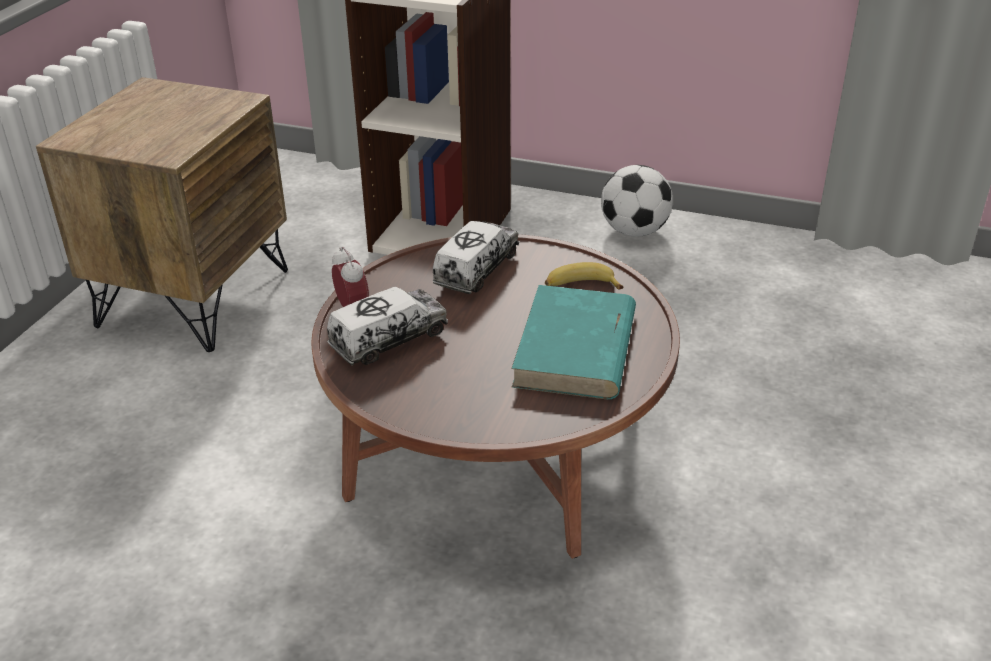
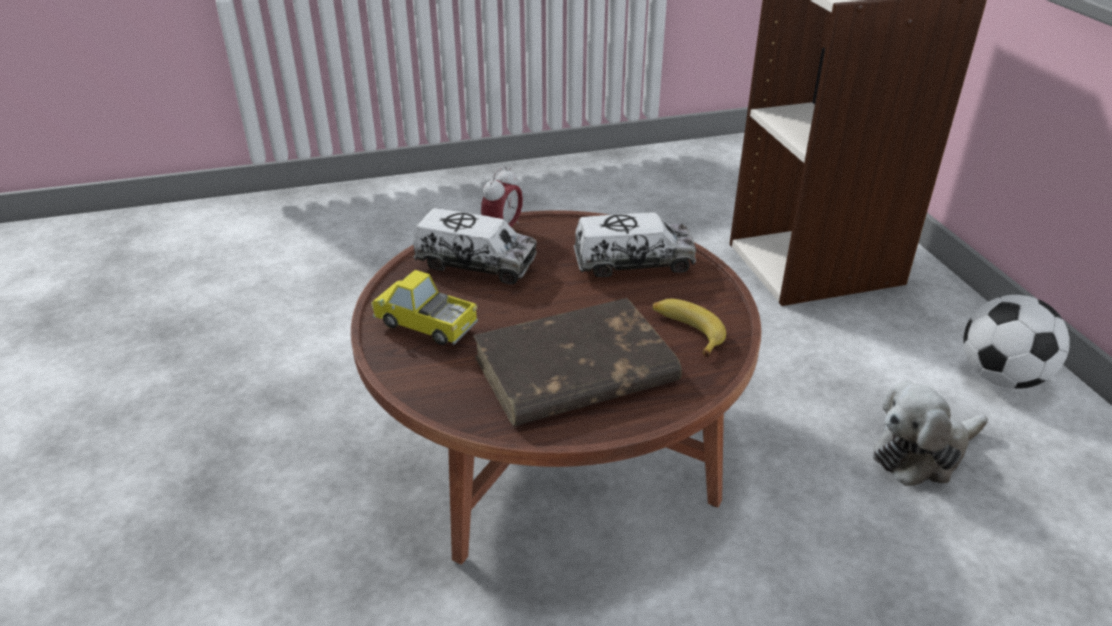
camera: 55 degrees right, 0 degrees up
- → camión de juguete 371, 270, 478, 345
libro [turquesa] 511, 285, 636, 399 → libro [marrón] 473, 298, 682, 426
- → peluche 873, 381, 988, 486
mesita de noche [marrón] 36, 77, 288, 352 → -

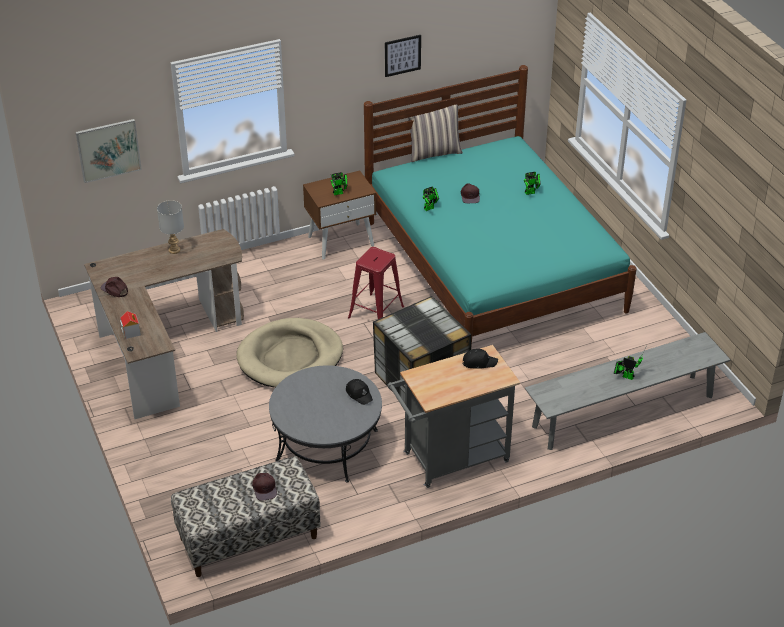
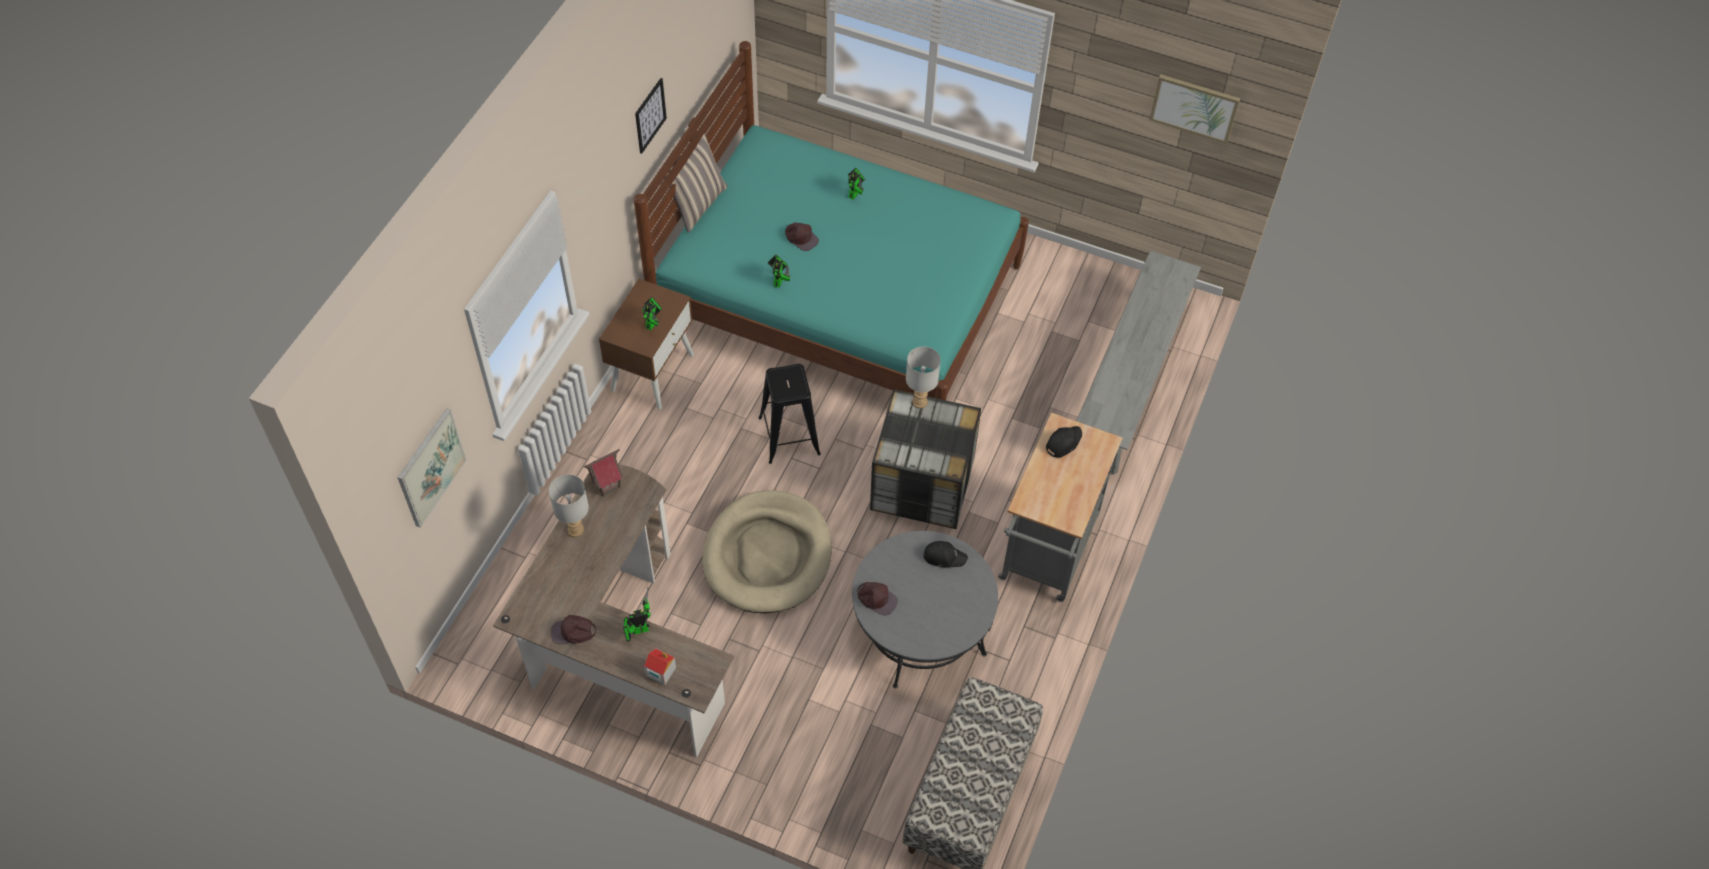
camera: 45 degrees left, 15 degrees up
- → casita 584, 449, 623, 496
robot de juguete 614, 346, 647, 380 → robot de juguete 623, 587, 651, 642, moved
taburete [rojo] 348, 247, 404, 319 → taburete [negro] 758, 364, 821, 464
gorra [marrón] 252, 473, 277, 501 → gorra [marrón] 857, 582, 898, 616, moved
- → lámpara de mesa [gris] 906, 346, 941, 409
- → cuadro 1149, 75, 1240, 144

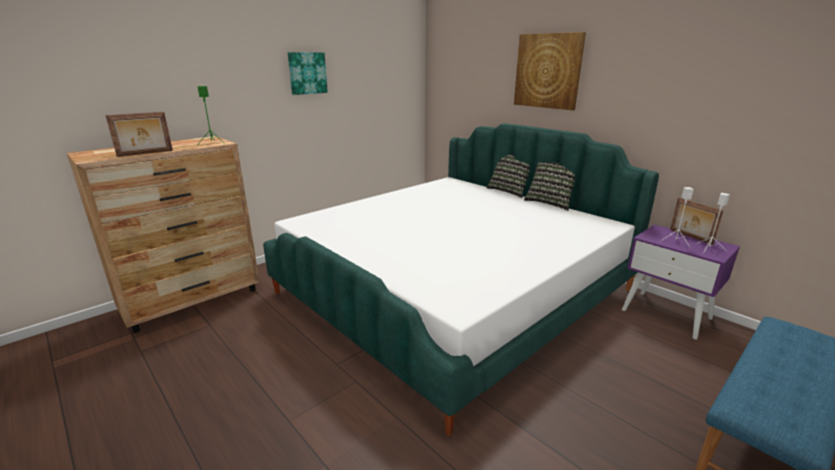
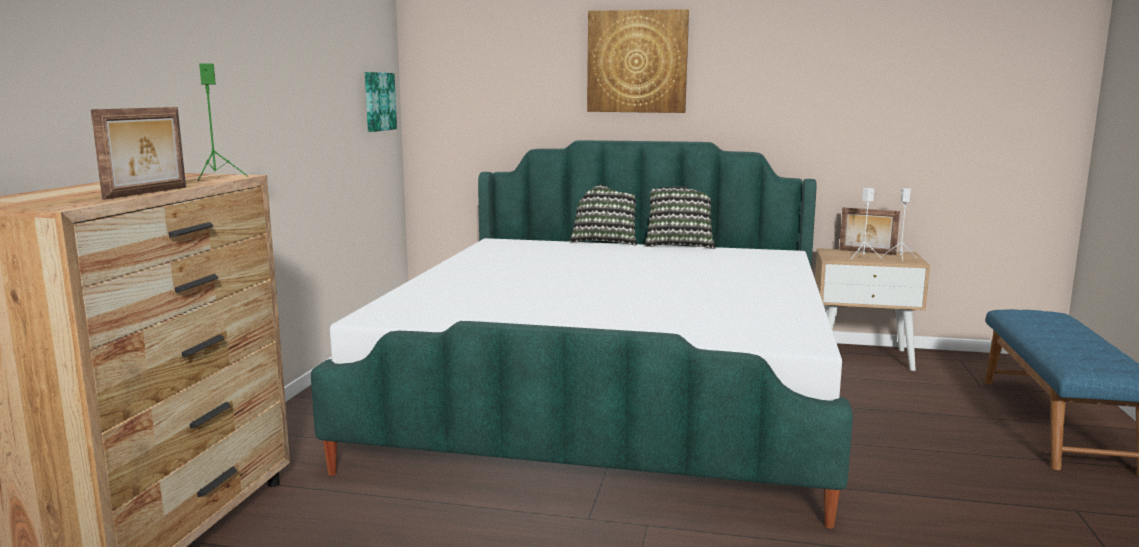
camera: 35 degrees left, 10 degrees down
cuadro 288, 52, 328, 95 → cuadro 365, 72, 397, 132, moved
mesita de noche [morado] 622, 225, 740, 340 → mesita de noche [beis] 815, 248, 930, 371

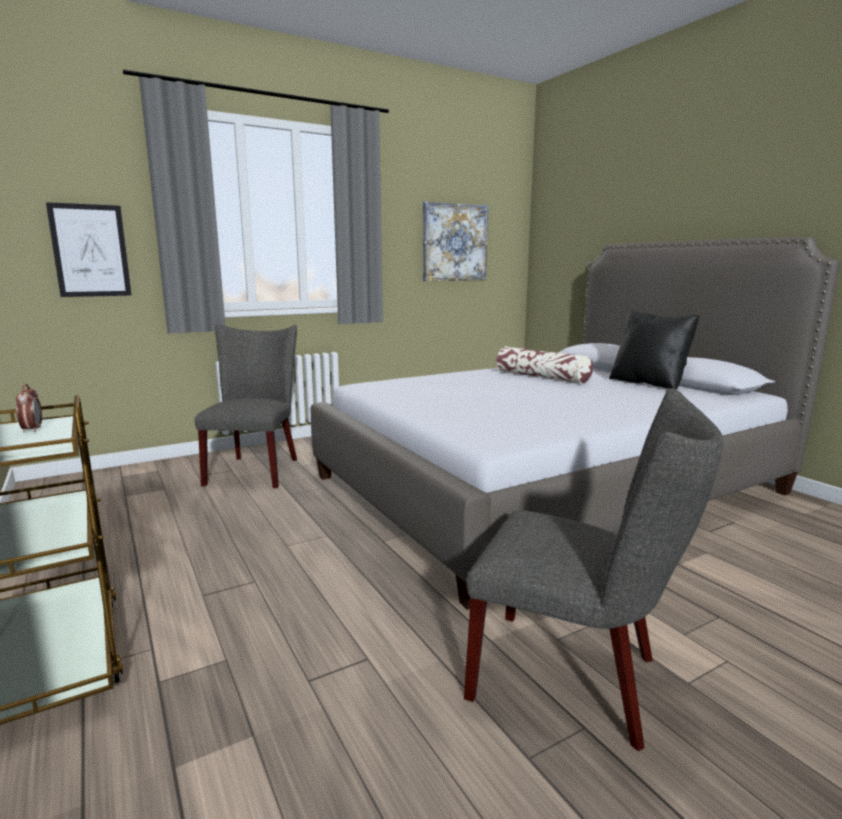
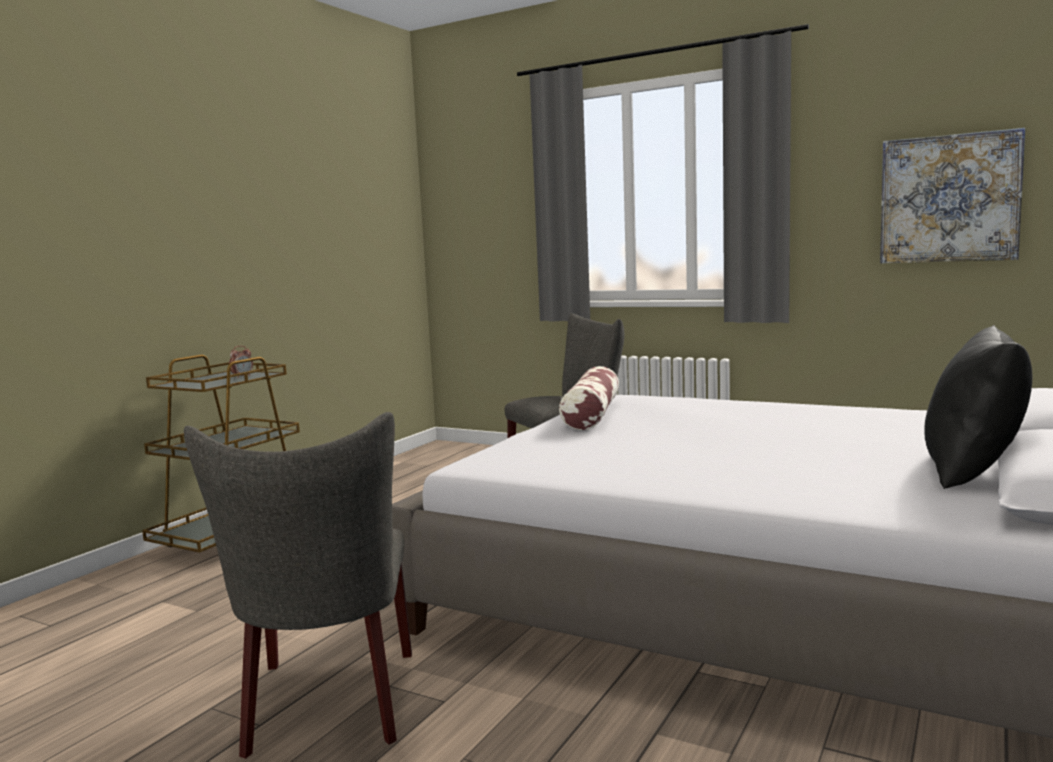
camera: 60 degrees right, 5 degrees down
cojín 496, 346, 593, 384 → cojín 559, 366, 619, 430, moved
cuadro 46, 202, 131, 297 → -

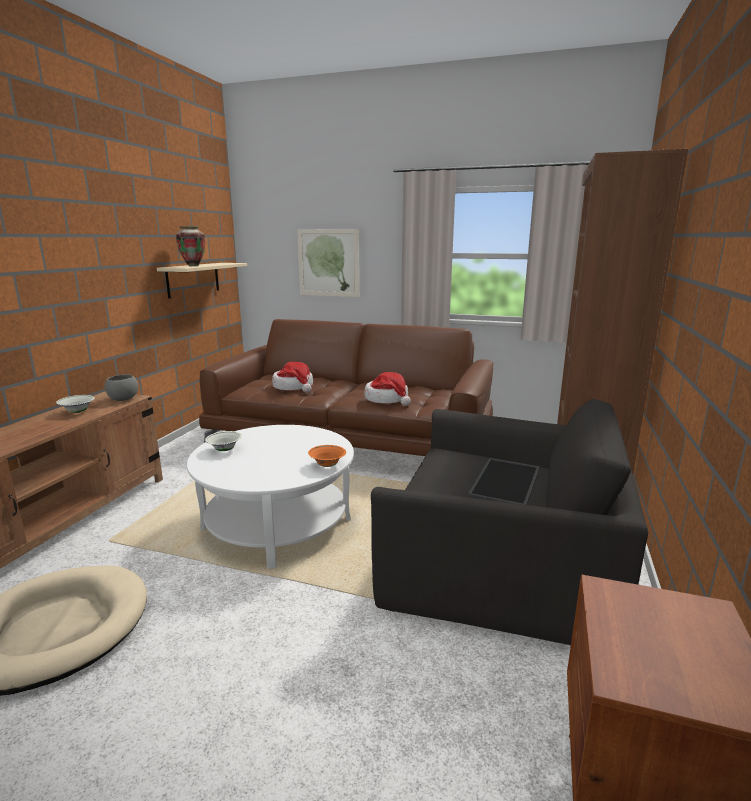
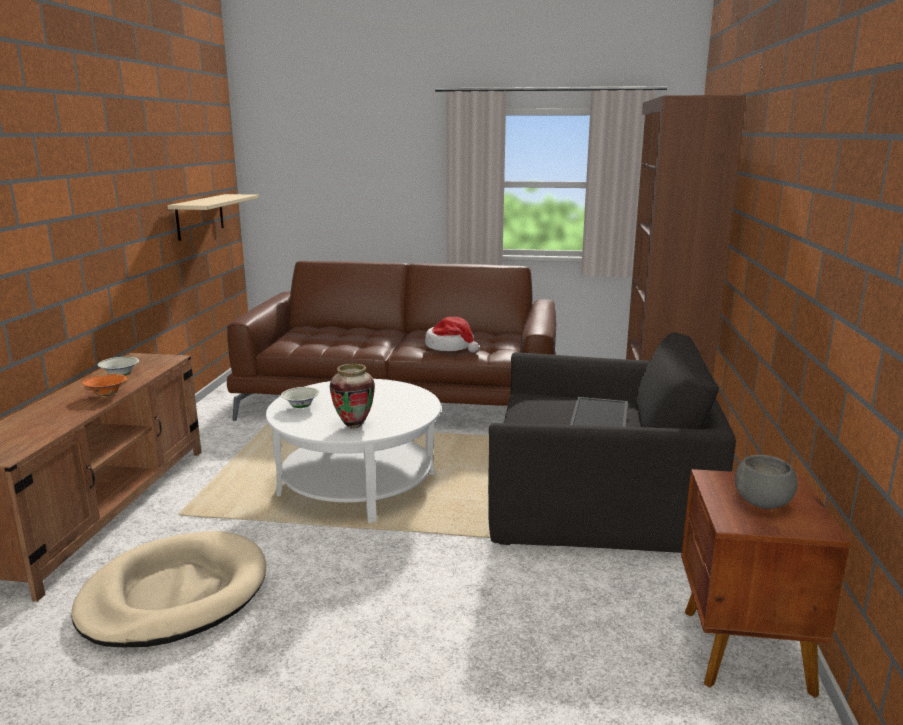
camera: 10 degrees left, 0 degrees up
cuenco [naranja] 308, 445, 346, 467 → cuenco [naranja] 82, 374, 127, 396, moved
florero 176, 226, 205, 266 → florero 330, 364, 375, 429, moved
cuenco [gris] 105, 374, 138, 401 → cuenco [gris] 735, 455, 798, 509, moved
sombrero 272, 362, 313, 393 → -
cuadro 297, 229, 359, 297 → -

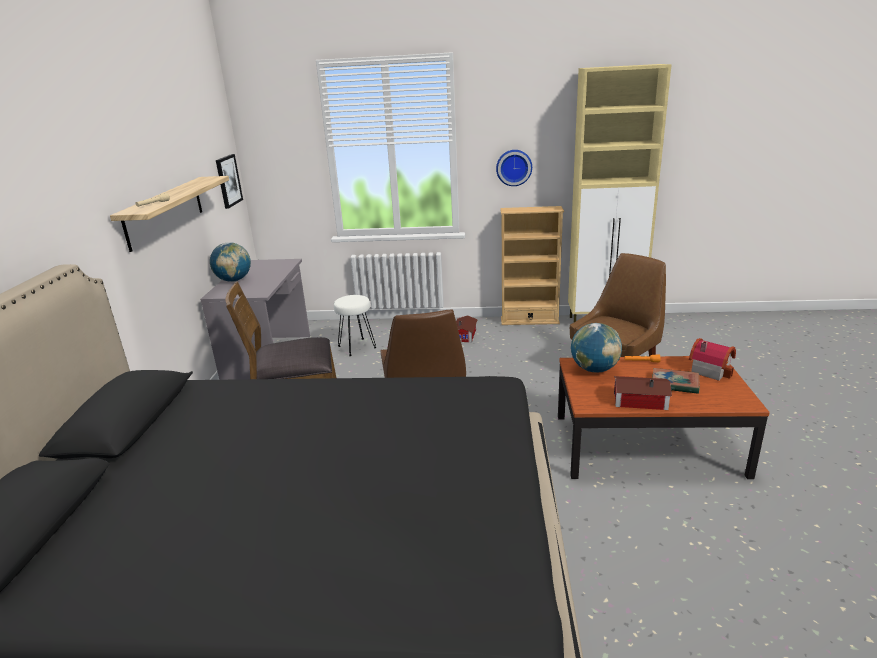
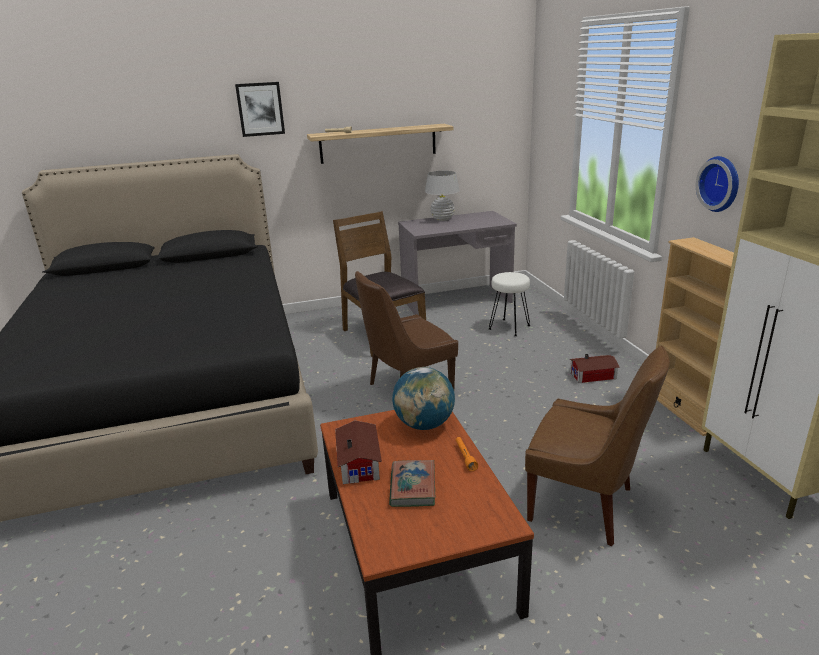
camera: 70 degrees right, 0 degrees up
cuadro 216, 154, 243, 209 → cuadro 235, 82, 285, 137, moved
globo terráqueo 210, 242, 251, 282 → lámpara de mesa [blanco] 425, 171, 460, 221
casita 689, 338, 736, 381 → -

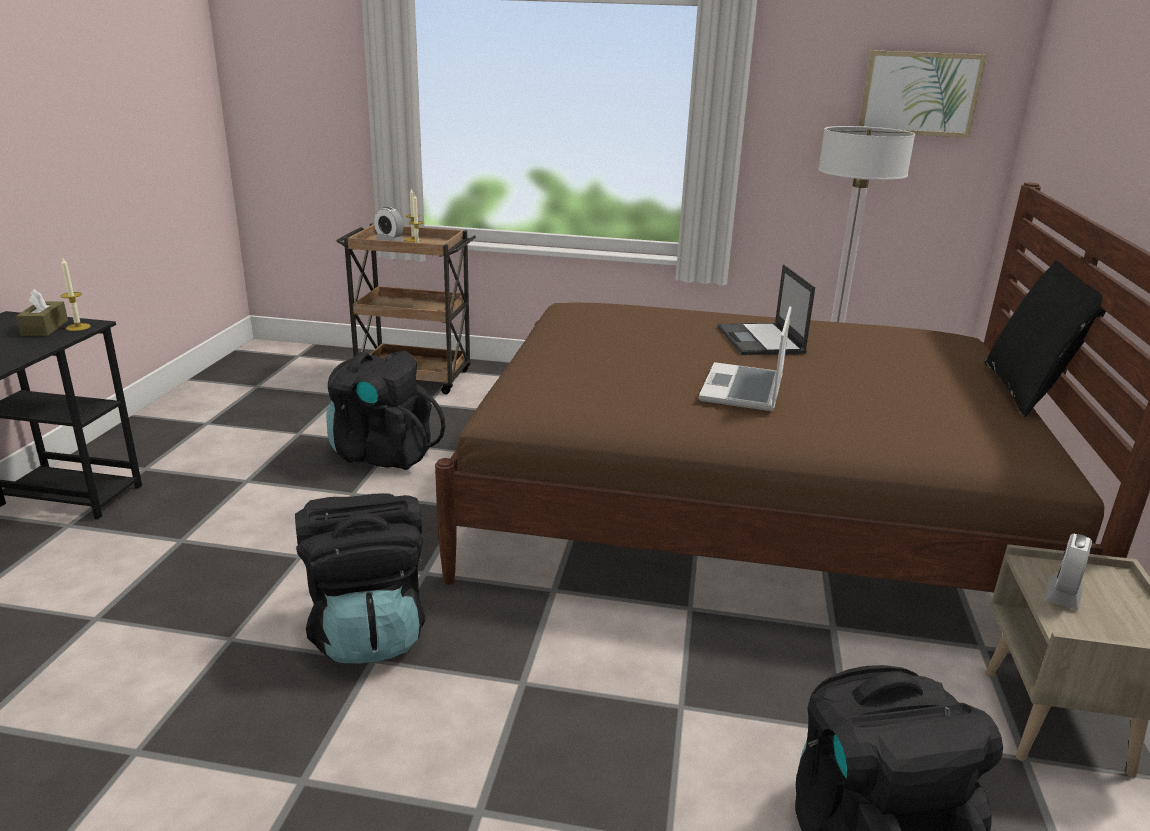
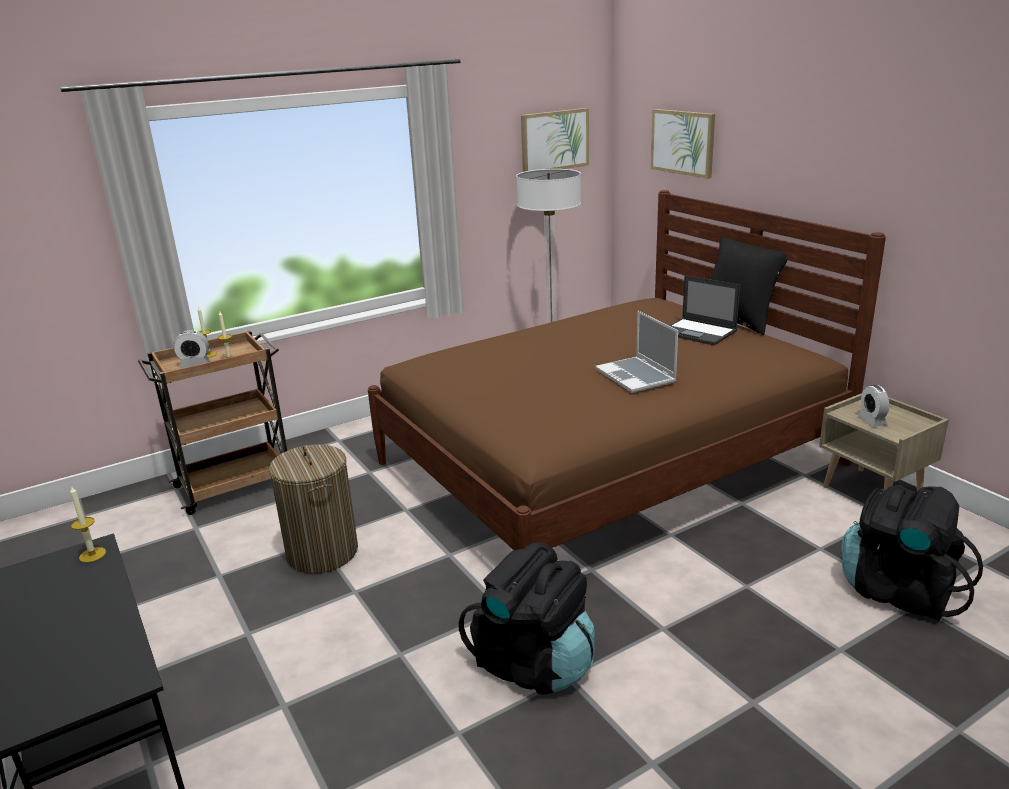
camera: 40 degrees left, 0 degrees up
mochila [negro] 326, 351, 445, 470 → cesto de la ropa 269, 444, 358, 574
- → cuadro 651, 109, 715, 179
portátil 718, 264, 815, 355 → portátil 670, 276, 740, 345, moved
caja de pañuelos [marrón] 16, 289, 68, 336 → -

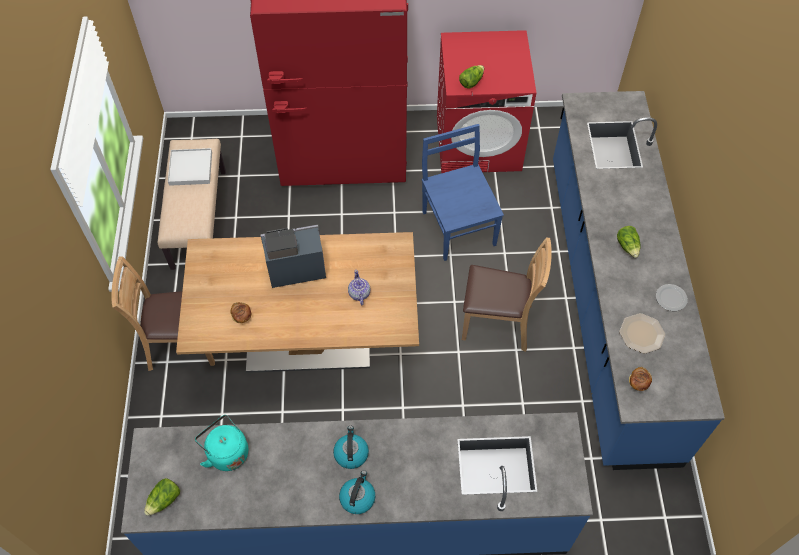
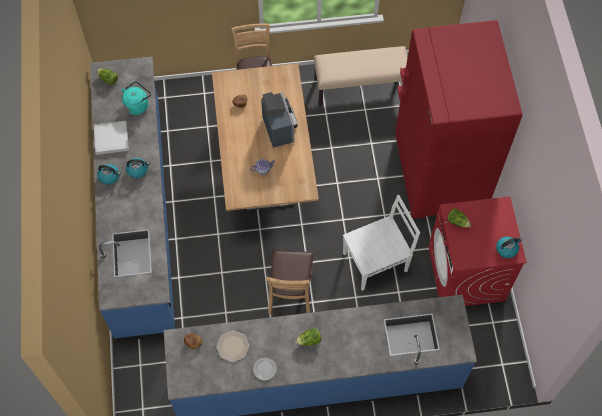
camera: 85 degrees right, 5 degrees up
bandeja [blanco] 168, 148, 212, 186 → bandeja [blanco] 94, 121, 129, 155, moved
silla [azul] 422, 124, 504, 261 → silla [blanco] 343, 195, 420, 291
- → hervidor 496, 236, 522, 258

